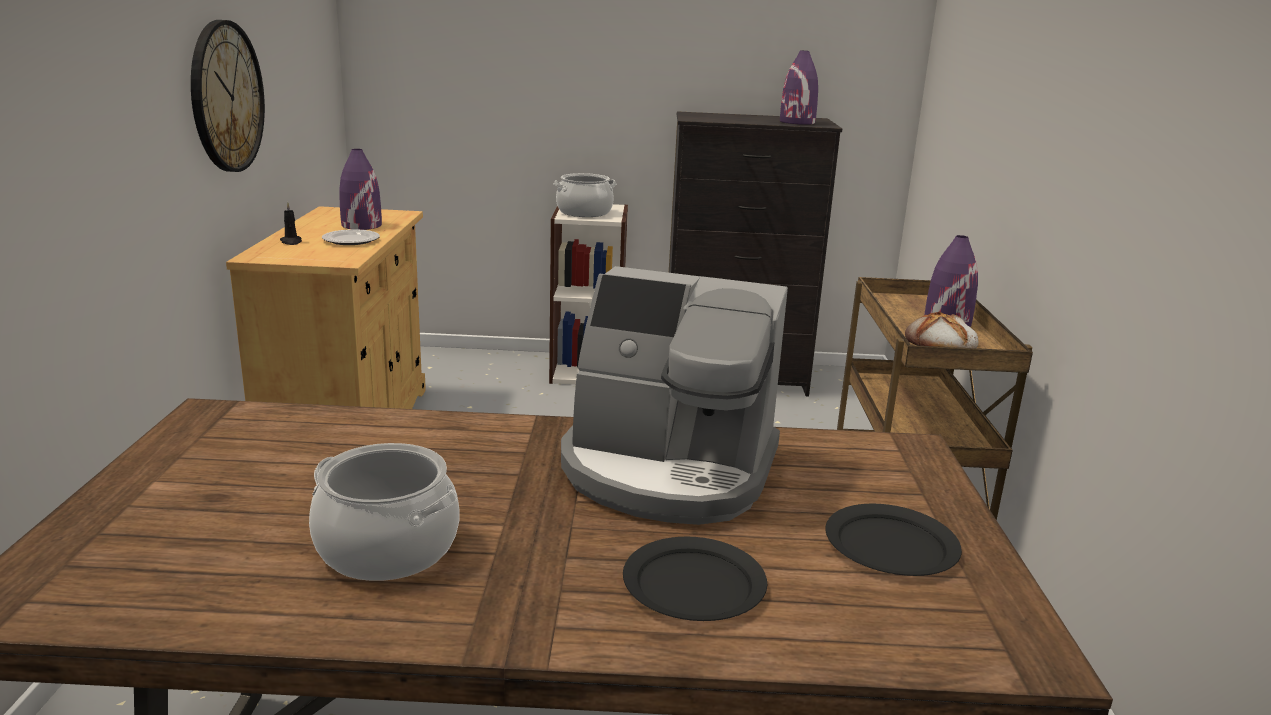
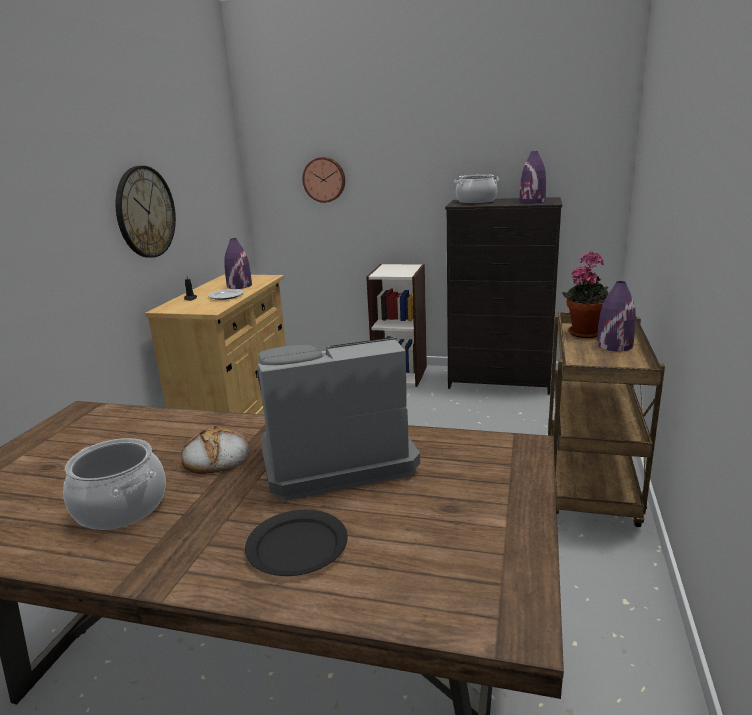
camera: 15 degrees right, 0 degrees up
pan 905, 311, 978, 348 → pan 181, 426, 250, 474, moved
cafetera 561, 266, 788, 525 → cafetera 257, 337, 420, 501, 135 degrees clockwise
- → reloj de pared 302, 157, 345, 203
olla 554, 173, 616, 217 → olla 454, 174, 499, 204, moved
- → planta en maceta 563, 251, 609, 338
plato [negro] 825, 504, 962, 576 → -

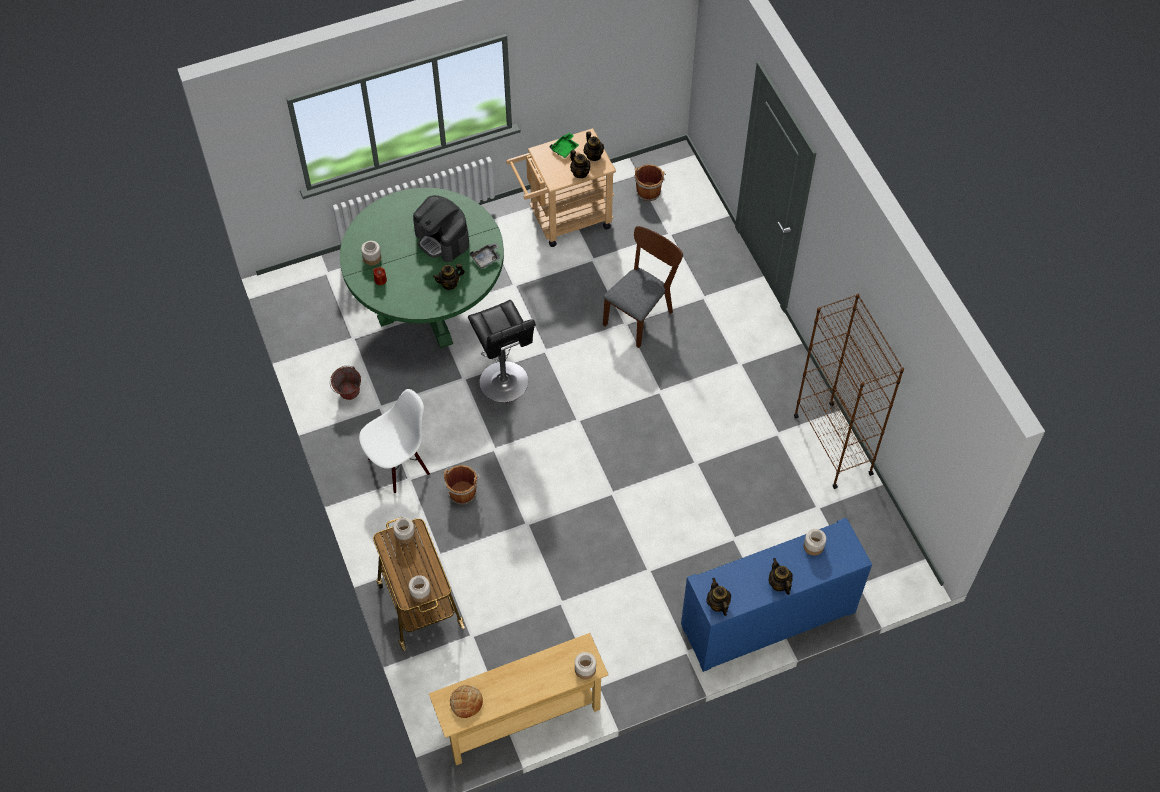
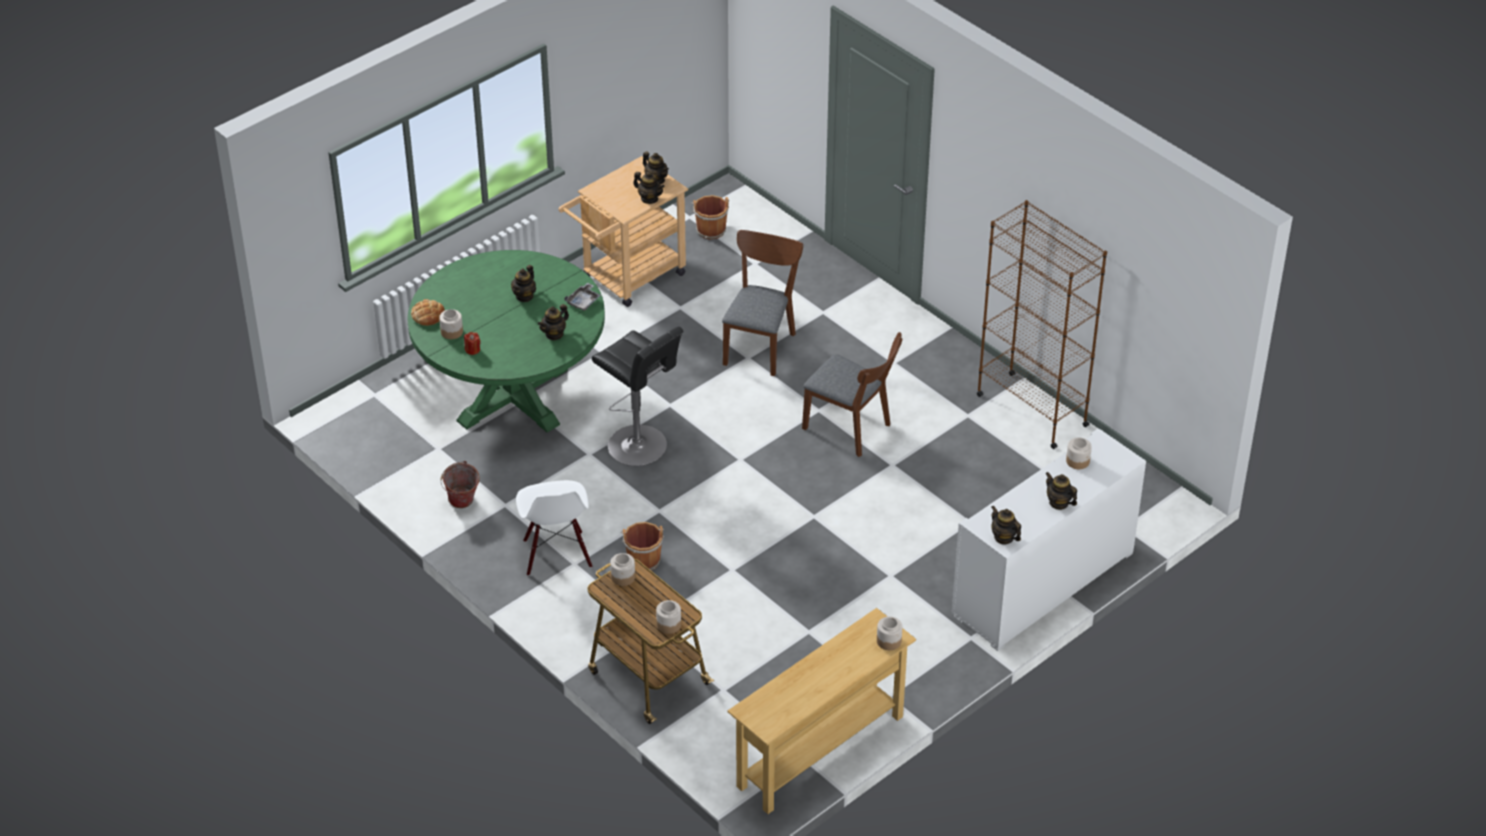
camera: 20 degrees left, 15 degrees down
pan 450, 685, 483, 718 → pan 411, 299, 445, 326, moved
cafetera 413, 195, 469, 262 → tetera 511, 265, 536, 302
silla [blanco] 359, 389, 430, 493 → silla [blanco] 516, 480, 592, 576, 135 degrees clockwise
- → silla [marrón] 802, 332, 902, 457
armario [azul] 681, 518, 872, 672 → armario [blanco] 952, 428, 1146, 651
bandeja [verde] 550, 132, 579, 158 → -

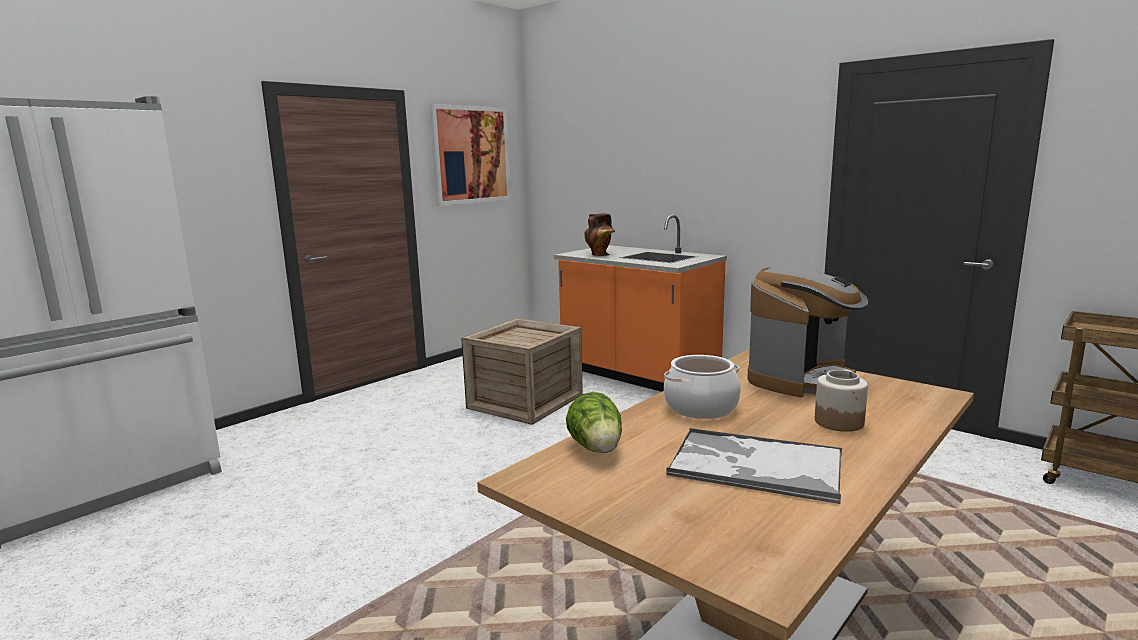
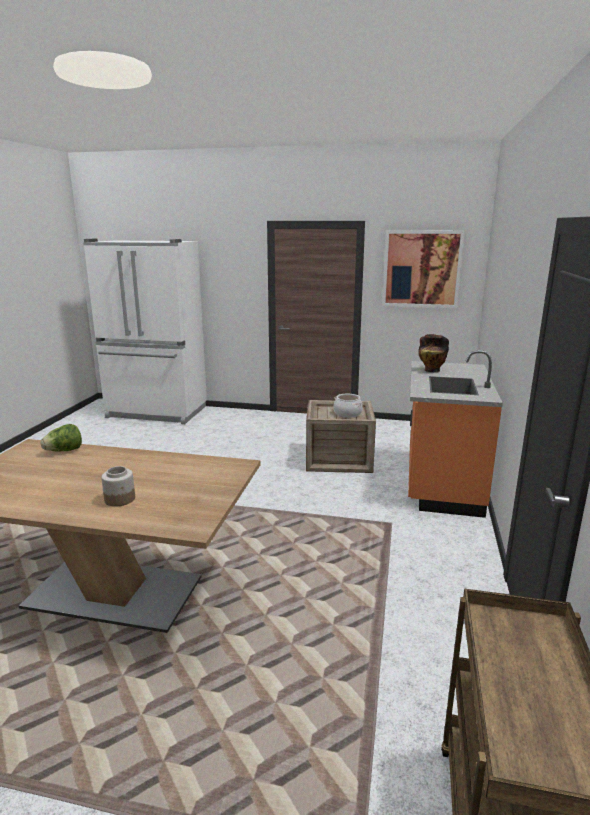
camera: 60 degrees right, 5 degrees up
olla 664, 355, 741, 419 → olla 334, 394, 363, 418, moved
bandeja 666, 428, 842, 504 → -
cafetera 747, 266, 868, 398 → -

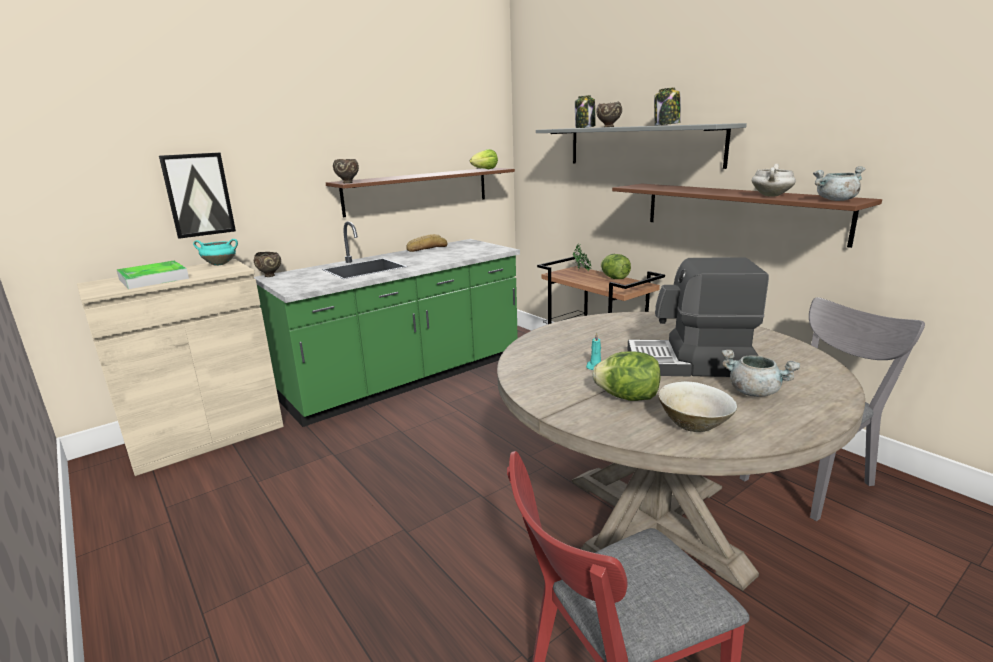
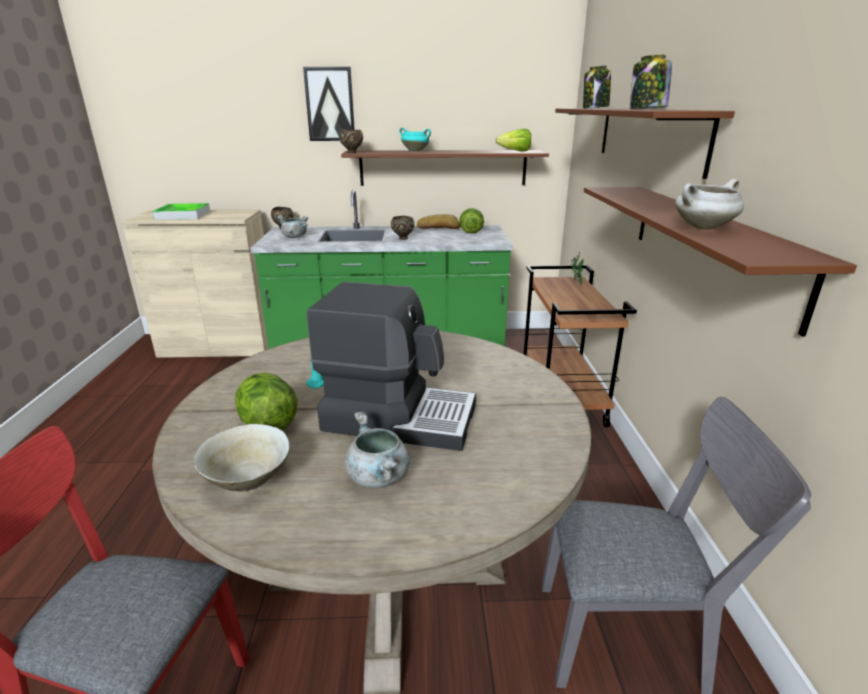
camera: 35 degrees right, 5 degrees up
olla [gris] 813, 166, 865, 201 → olla [gris] 277, 215, 308, 238, moved
cuadro 159, 153, 236, 239 → cuadro 303, 67, 355, 141, moved
cafetera 627, 257, 769, 377 → cafetera 307, 282, 476, 451, 150 degrees clockwise
cuenco [marrón] 596, 102, 622, 127 → cuenco [marrón] 391, 216, 415, 240, moved
olla [turquesa] 193, 239, 238, 266 → olla [turquesa] 399, 128, 431, 151, moved
lechuga 601, 254, 631, 279 → lechuga 459, 208, 484, 234, moved
estante [gris] 536, 123, 747, 169 → estante [marrón] 555, 108, 735, 179

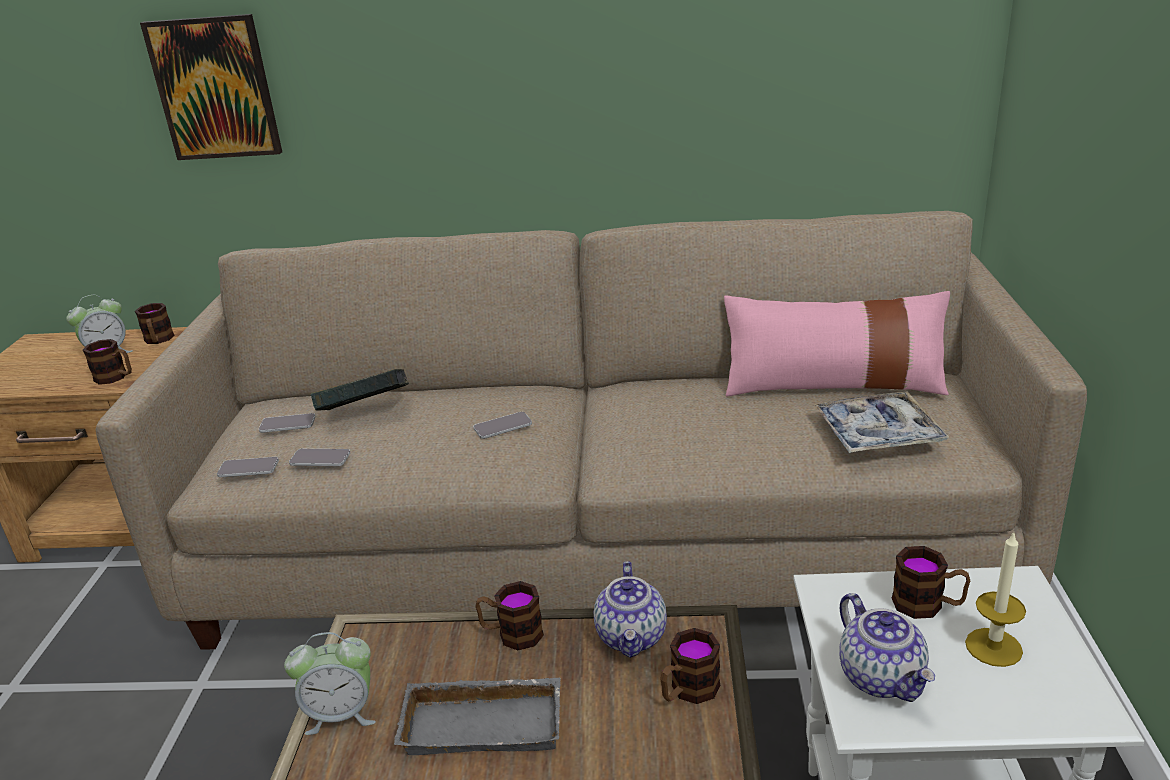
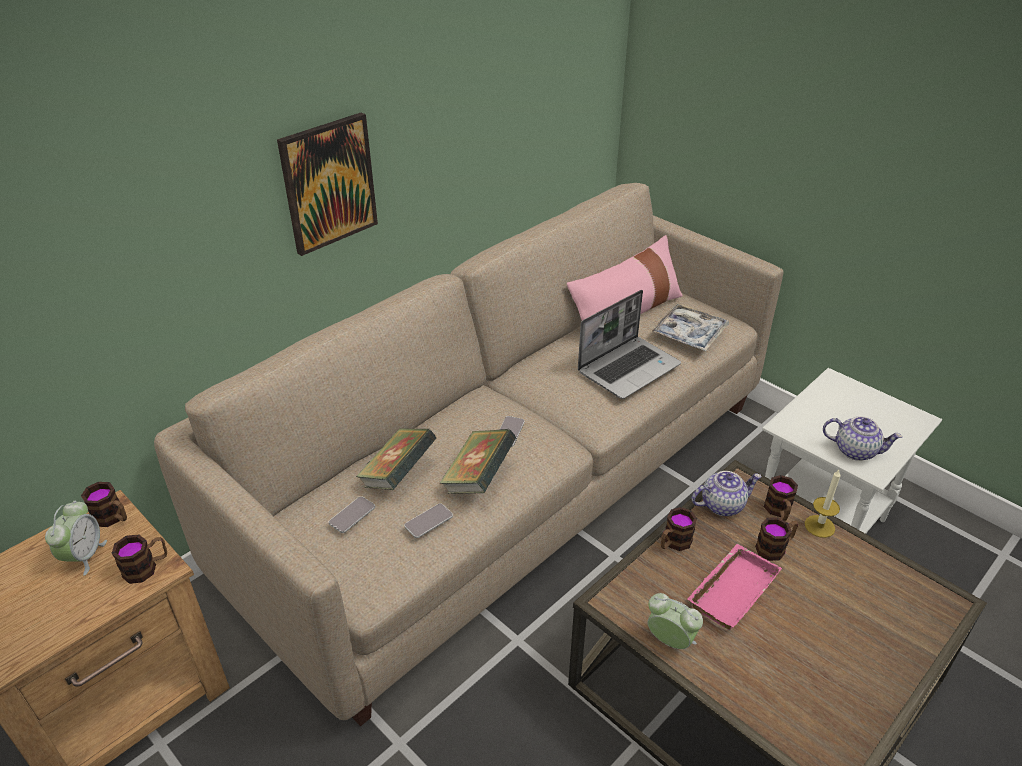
camera: 50 degrees left, 10 degrees up
cuadro 140, 14, 282, 160 → cuadro 277, 113, 378, 256, moved
- → libro 440, 429, 516, 494
- → portátil 578, 290, 681, 399
despertador 284, 632, 376, 735 → despertador 648, 593, 703, 649, 90 degrees counterclockwise
bandeja [gris] 394, 678, 561, 755 → bandeja [rosa] 687, 544, 782, 630
tetera 594, 561, 667, 658 → tetera 692, 471, 762, 516, 60 degrees counterclockwise
taza grande 892, 546, 970, 619 → taza grande 755, 517, 798, 561, moved
vela 965, 532, 1026, 667 → vela 805, 470, 841, 538, moved
móvil 217, 457, 279, 477 → -

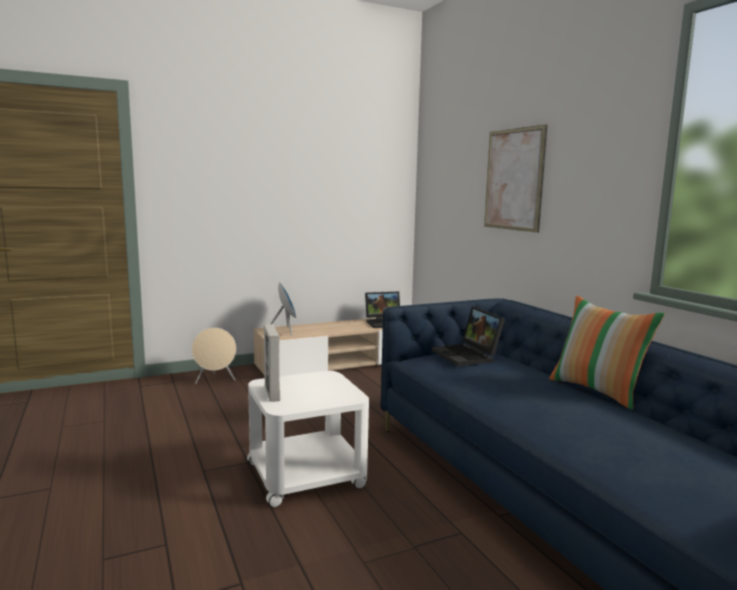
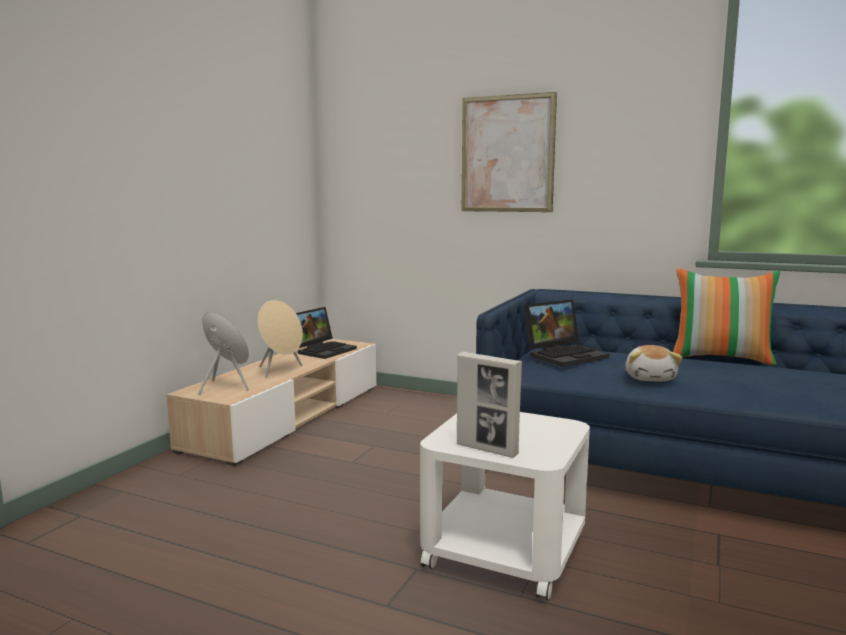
camera: 40 degrees left, 0 degrees up
altavoz [beis] 192, 328, 236, 384 → altavoz [beis] 258, 300, 303, 378, moved
portátil 431, 306, 505, 366 → portátil 524, 299, 609, 367, 60 degrees counterclockwise
- → peluche 625, 345, 682, 381

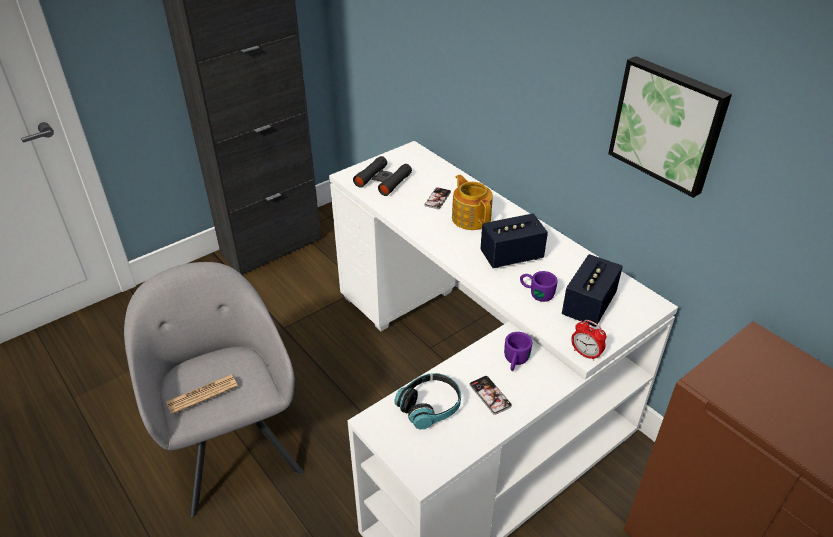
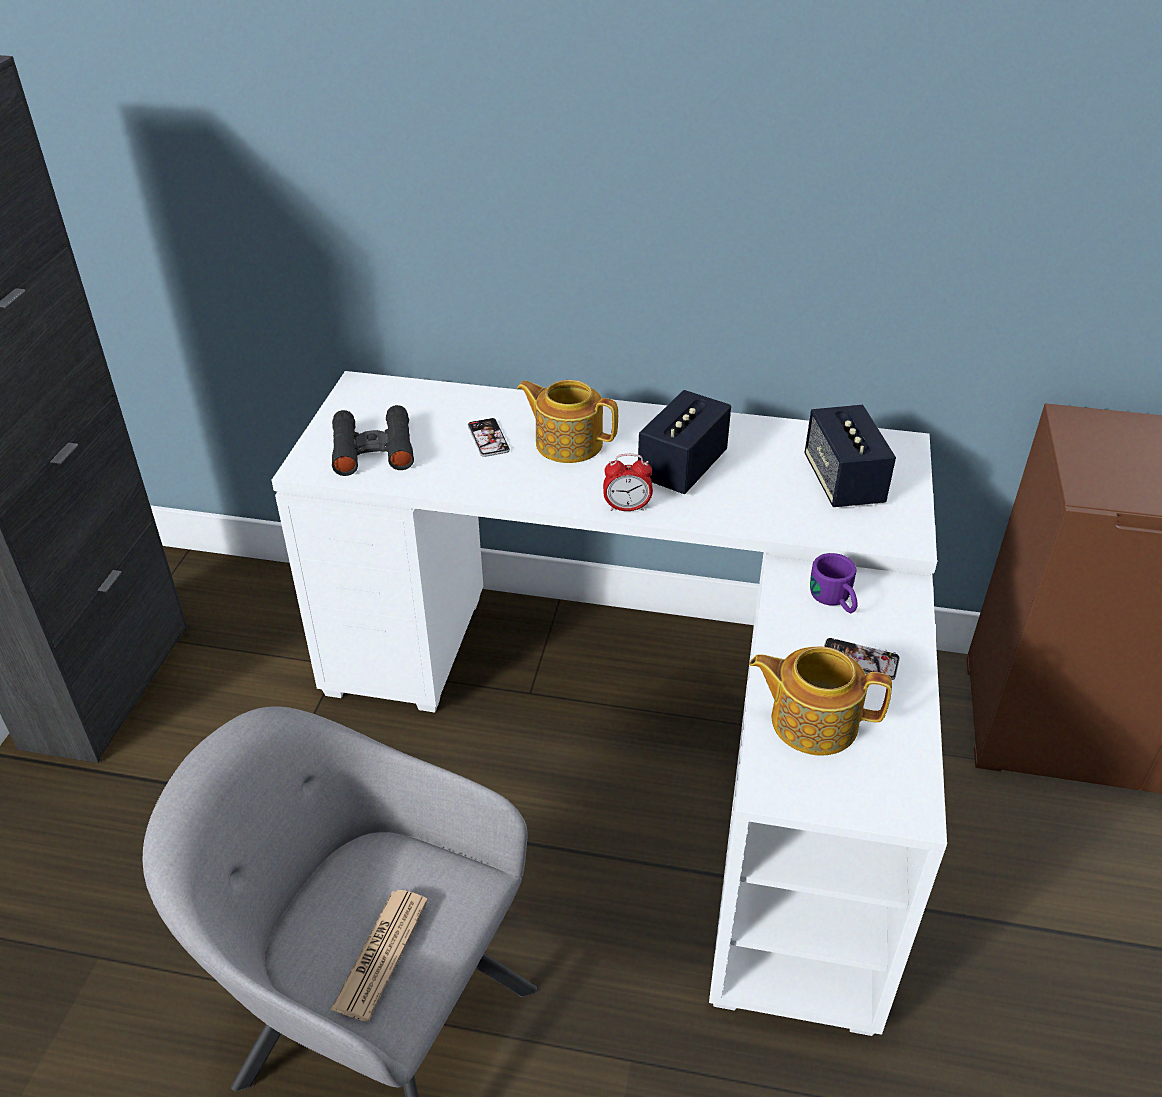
camera: 40 degrees left, 0 degrees up
despertador 571, 320, 606, 361 → despertador 603, 454, 653, 511, moved
auriculares 394, 373, 461, 429 → tetera 749, 647, 892, 756
taza grande [morado] 520, 271, 557, 302 → -
cuadro 608, 56, 732, 198 → -

